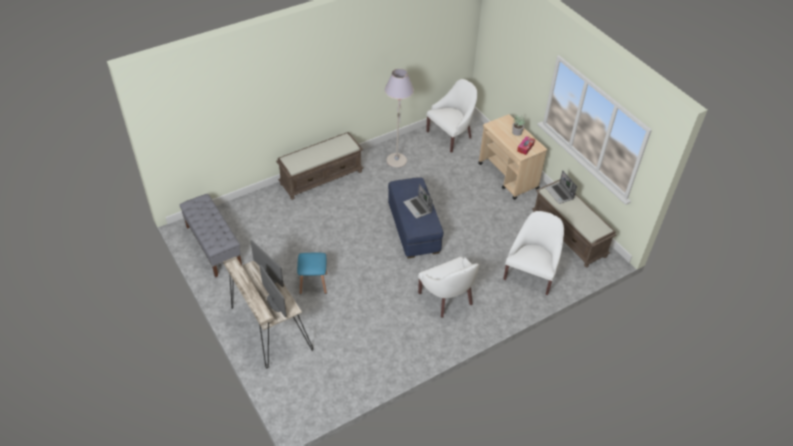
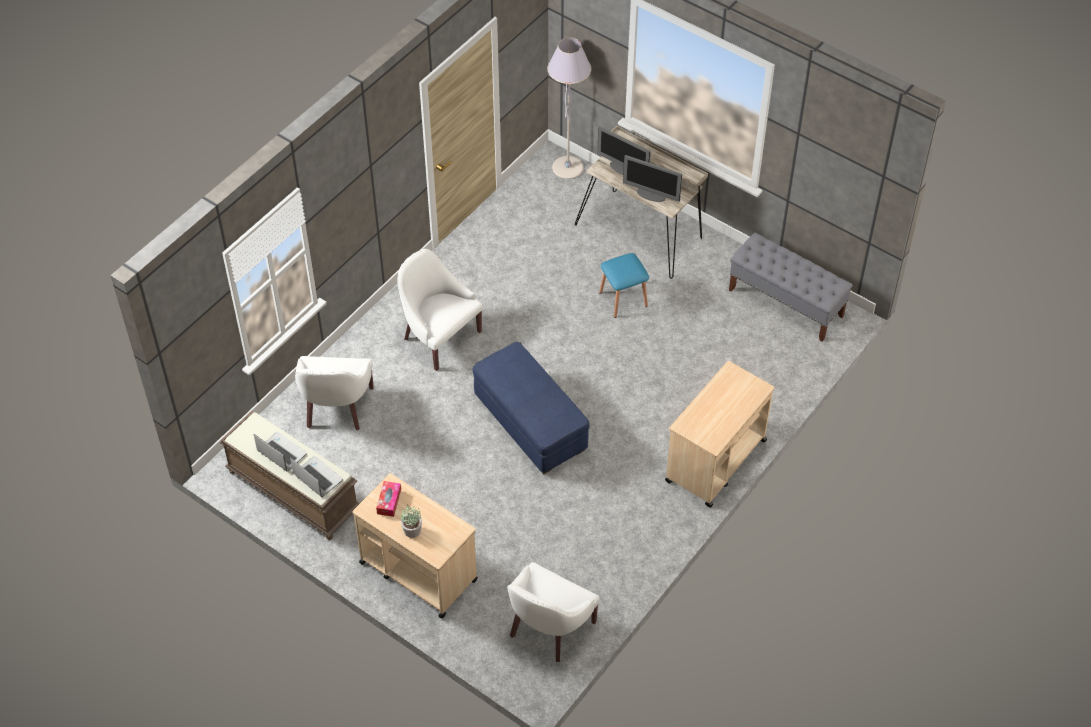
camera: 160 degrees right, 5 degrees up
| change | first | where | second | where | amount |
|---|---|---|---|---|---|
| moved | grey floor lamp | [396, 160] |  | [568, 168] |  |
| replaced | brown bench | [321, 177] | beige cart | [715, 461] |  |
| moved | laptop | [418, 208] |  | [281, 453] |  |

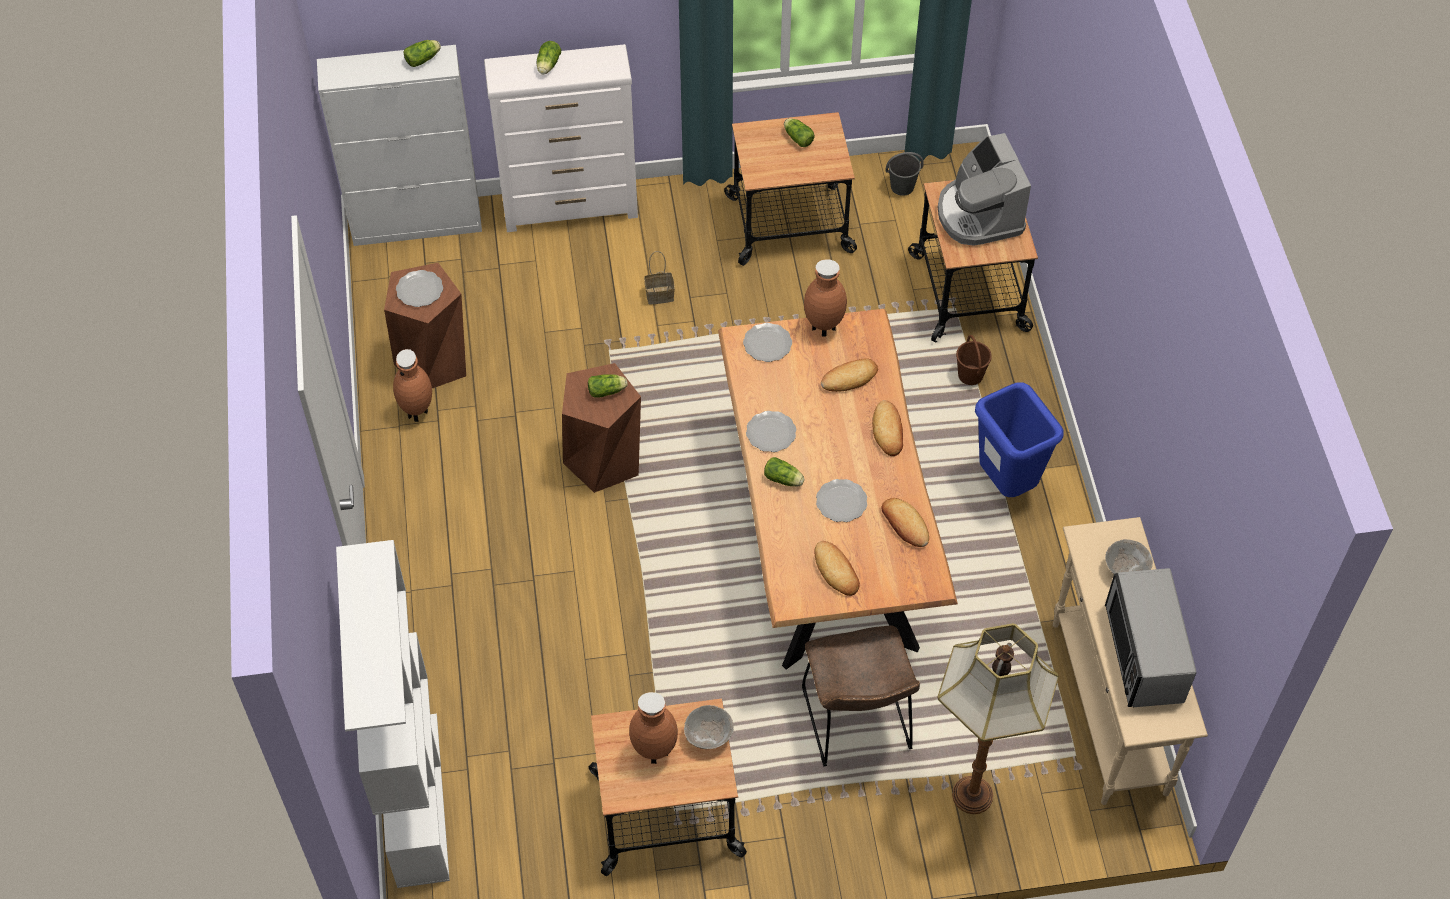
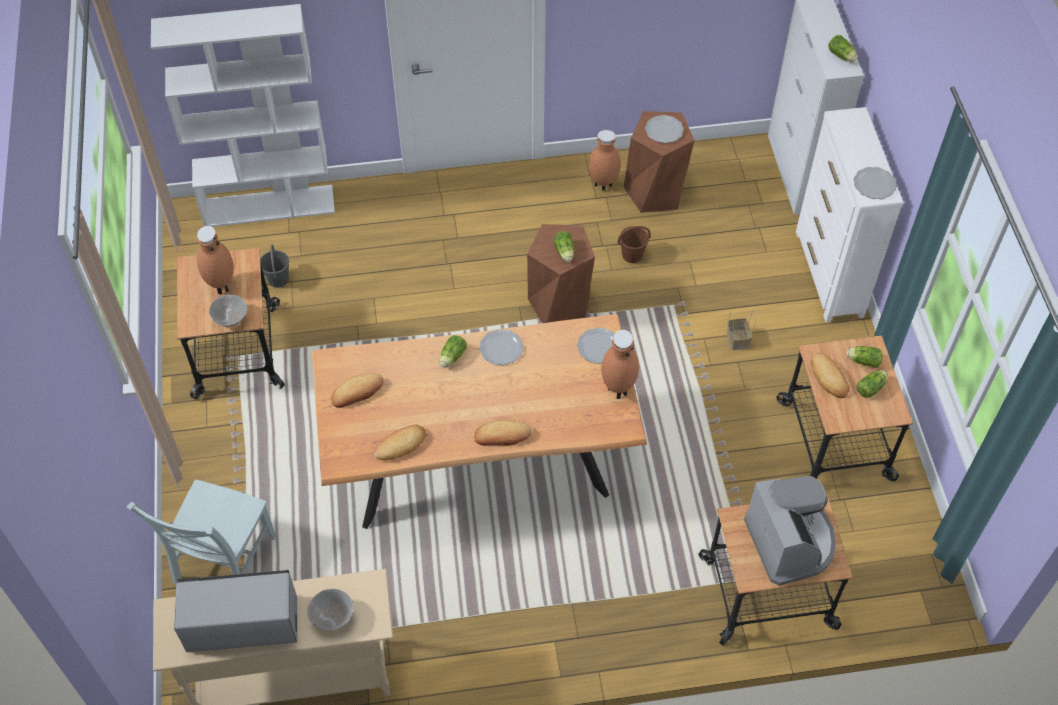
camera: 90 degrees right, 0 degrees up
| change | first | where | second | where | amount |
|---|---|---|---|---|---|
| moved | lettuce | [548, 66] |  | [862, 361] |  |
| turned | coffee machine | [979, 214] |  | [790, 541] | 90 degrees clockwise |
| moved | grey bucket | [901, 187] |  | [278, 279] |  |
| moved | brown bucket | [970, 375] |  | [632, 255] |  |
| moved | bread | [849, 378] |  | [828, 377] |  |
| removed | blue trash can | [1006, 485] |  |  |  |
| moved | plate | [842, 502] |  | [874, 185] |  |
| replaced | floor lamp | [974, 795] | grey chair | [223, 563] |  |
| removed | brown chair | [858, 724] |  |  |  |

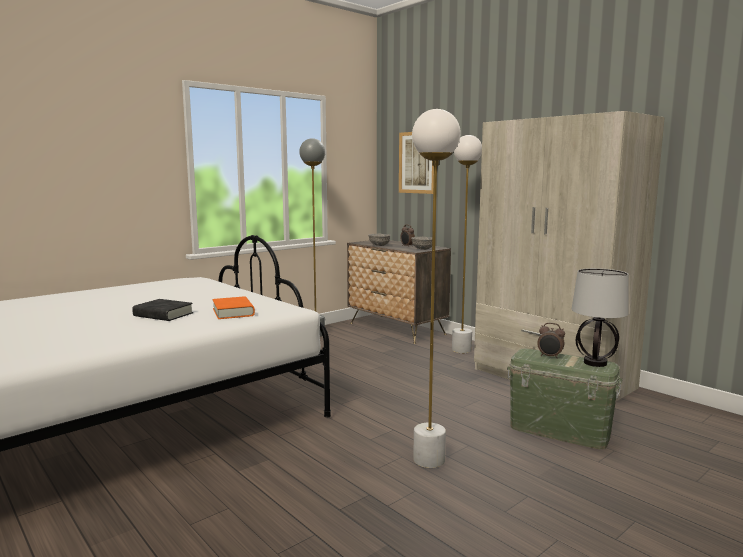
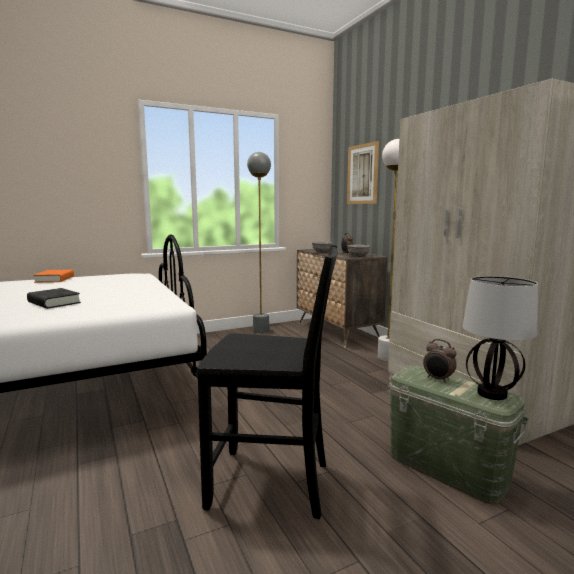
camera: 15 degrees right, 0 degrees up
| change | first | where | second | where | amount |
|---|---|---|---|---|---|
| replaced | white floor lamp | [429, 460] | black chair | [272, 484] |  |
| moved | orange book | [233, 312] |  | [54, 279] |  |

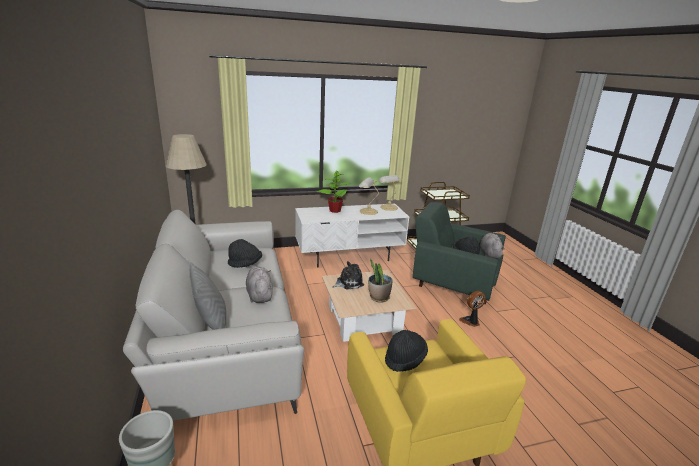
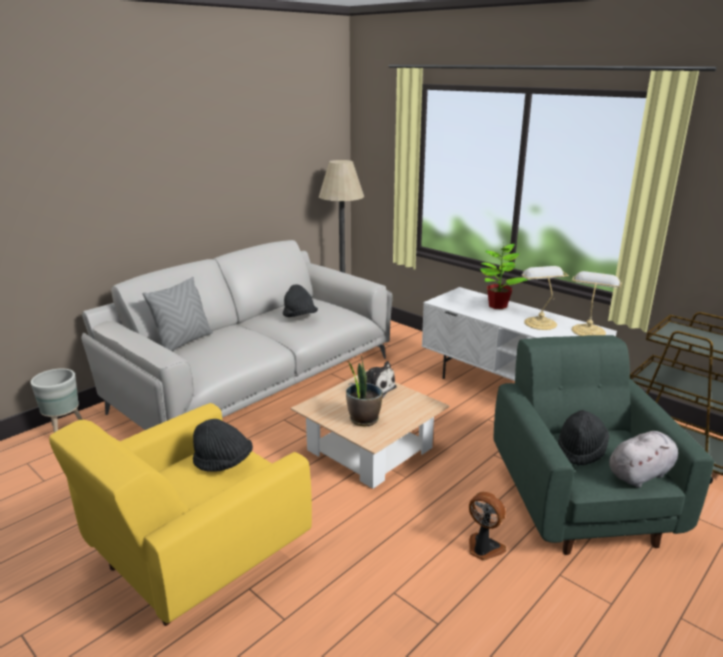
camera: 60 degrees right, 0 degrees up
| change | first | where | second | where | amount |
|---|---|---|---|---|---|
| removed | grey plush toy | [259, 295] |  |  |  |

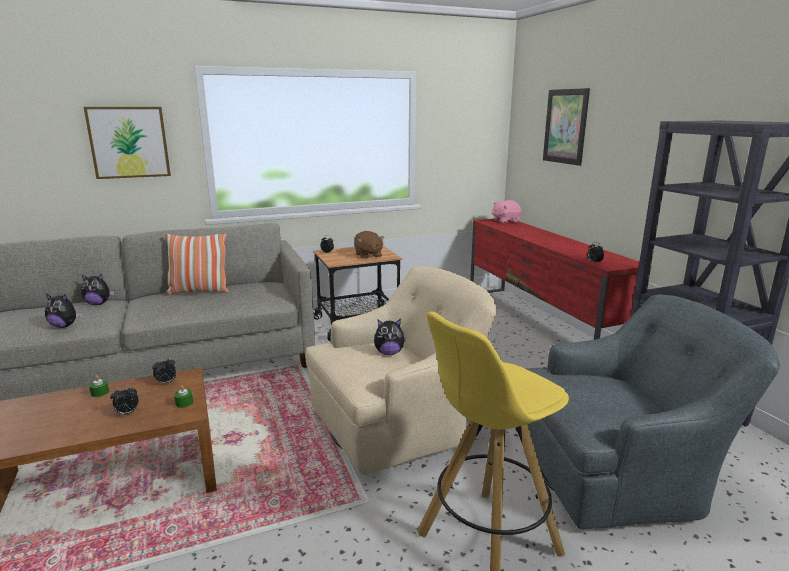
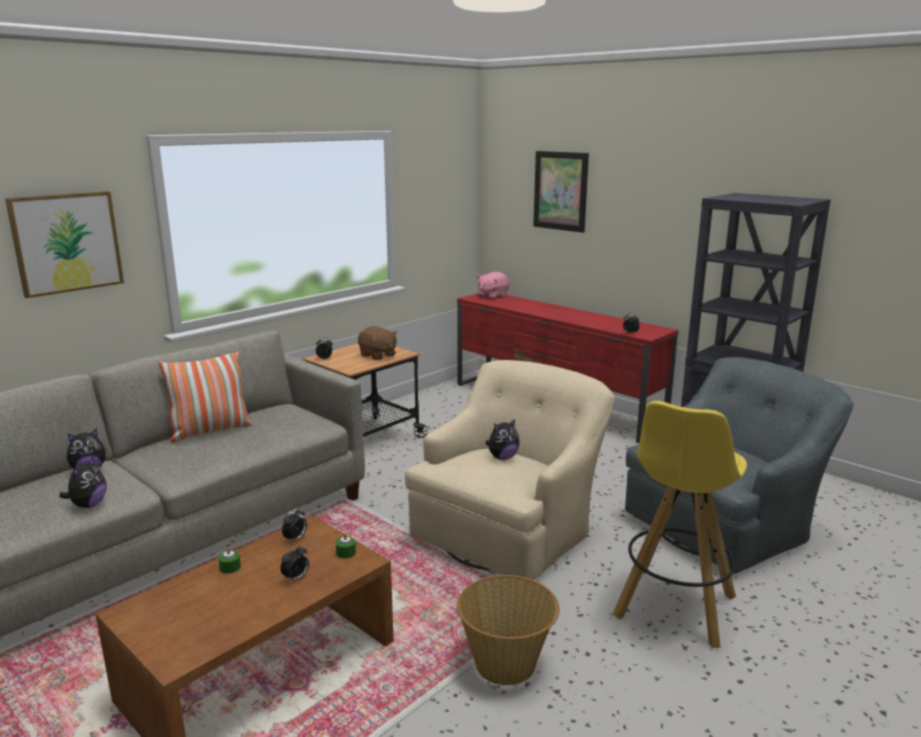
camera: 25 degrees left, 0 degrees up
| change | first | where | second | where | amount |
|---|---|---|---|---|---|
| turned | plush toy | [65, 326] |  | [88, 505] | 60 degrees counterclockwise |
| added |  |  | basket | [506, 664] |  |

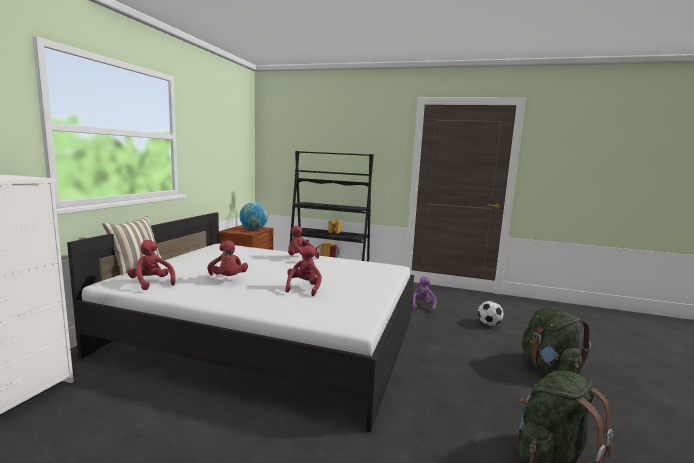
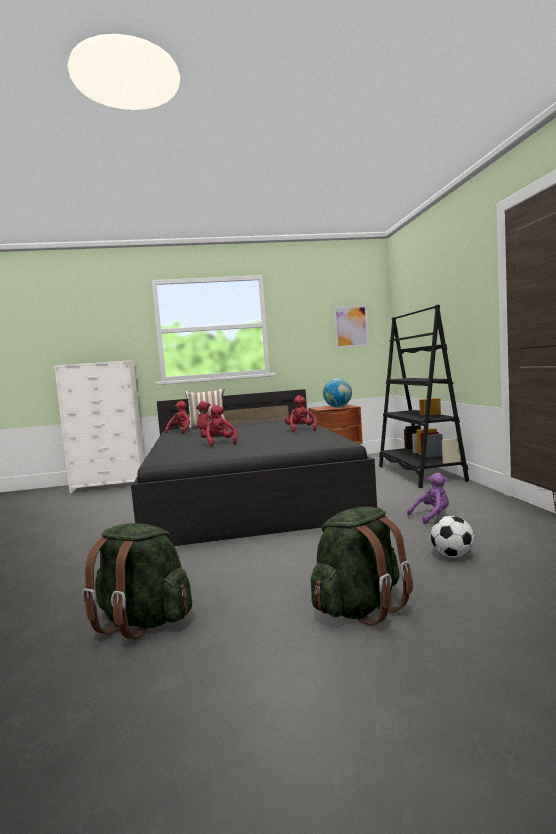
camera: 65 degrees right, 5 degrees down
| change | first | where | second | where | amount |
|---|---|---|---|---|---|
| recoloured | white bed | [268, 336] | black bed | [247, 494] |  |
| turned | red plush toy | [304, 288] |  | [219, 443] | 90 degrees counterclockwise |
| added |  |  | picture | [351, 326] |  |

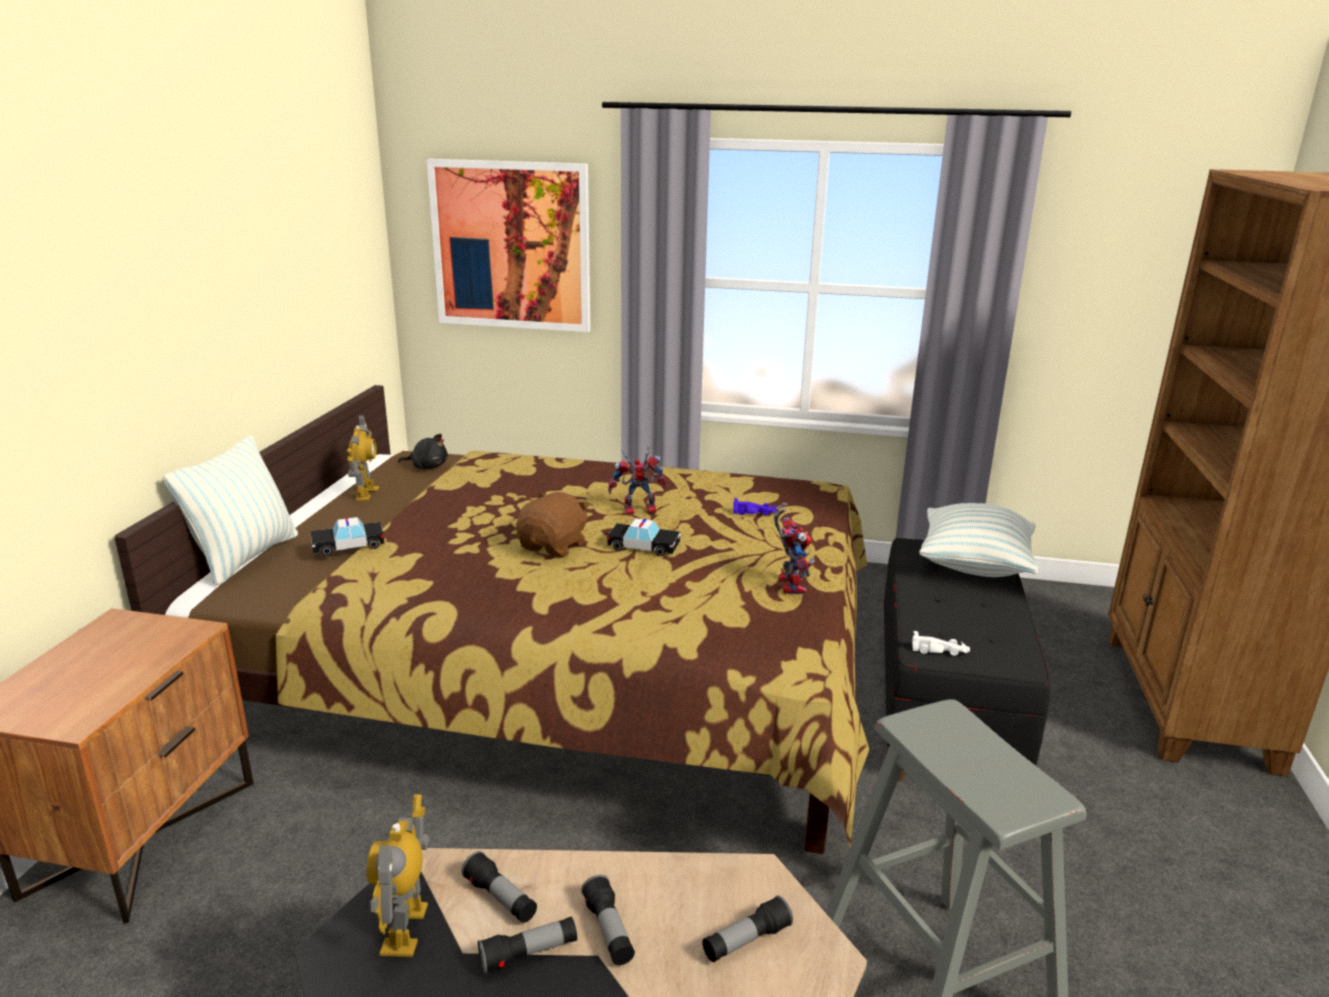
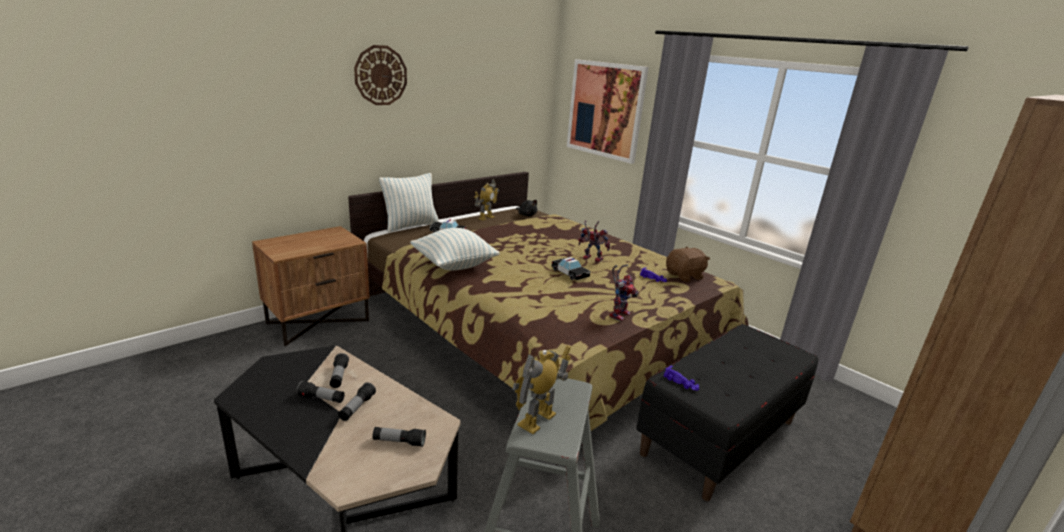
camera: 35 degrees right, 0 degrees up
| change | first | where | second | where | amount |
|---|---|---|---|---|---|
| moved | brown plush toy | [554, 546] |  | [685, 276] |  |
| moved | pillow | [974, 566] |  | [454, 265] |  |
| recoloured | white toy car | [940, 650] | purple toy car | [681, 383] |  |
| moved | toy robot | [407, 929] |  | [538, 420] |  |
| added |  |  | wall clock | [380, 75] |  |

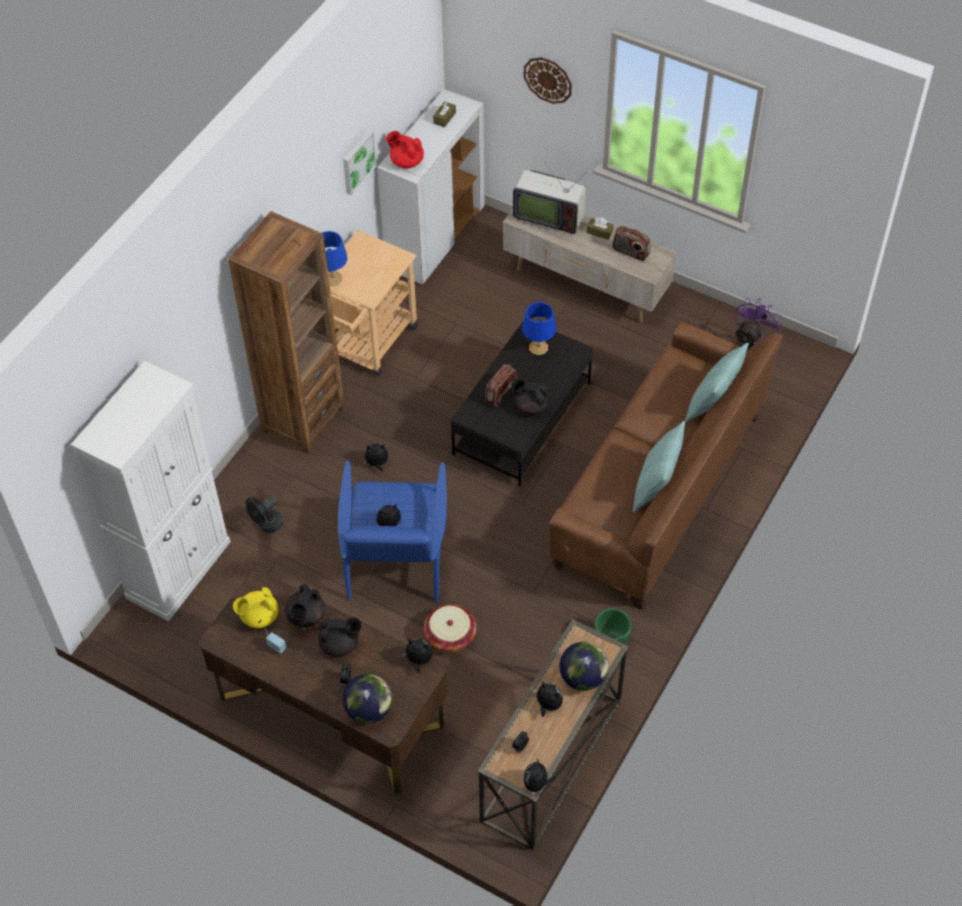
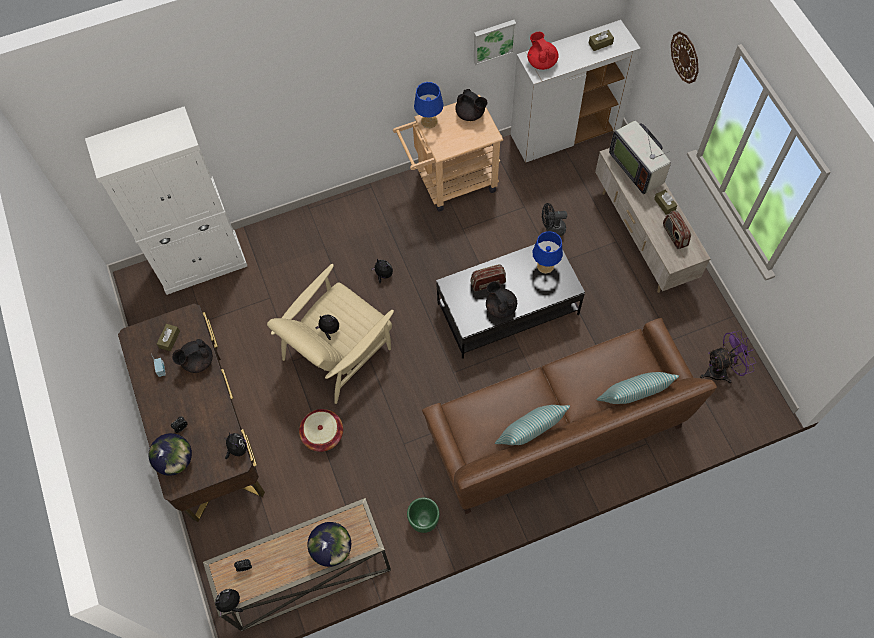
camera: 40 degrees right, 10 degrees up
| change | first | where | second | where | amount |
|---|---|---|---|---|---|
| removed | brown bookcase | [303, 419] |  |  |  |
| recoloured | blue armchair | [395, 555] | beige armchair | [338, 350] |  |
| moved | black fan | [267, 525] |  | [552, 229] |  |
| replaced | yellow teapot | [258, 616] | brown tissue box | [169, 339] |  |
| moved | black teapot | [340, 644] |  | [470, 114] |  |
| removed | plush toy | [548, 705] |  |  |  |

